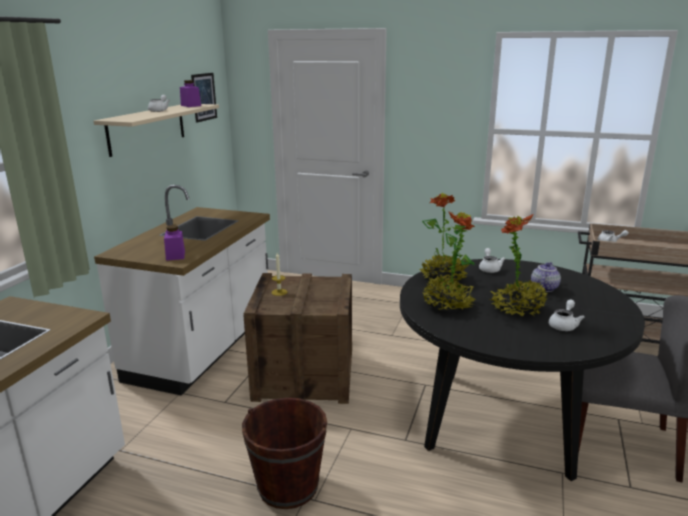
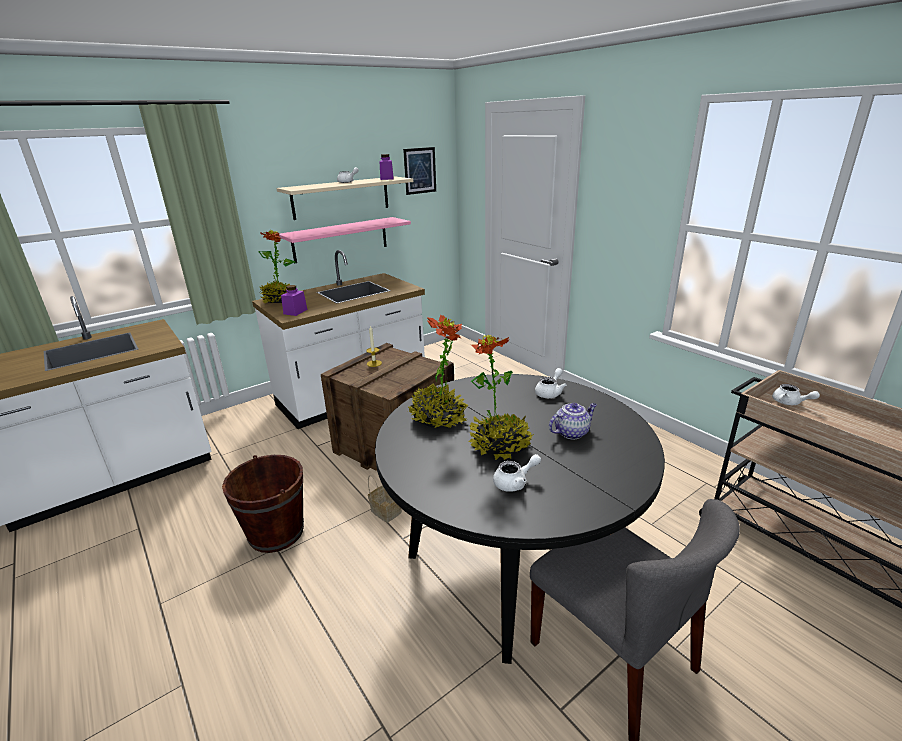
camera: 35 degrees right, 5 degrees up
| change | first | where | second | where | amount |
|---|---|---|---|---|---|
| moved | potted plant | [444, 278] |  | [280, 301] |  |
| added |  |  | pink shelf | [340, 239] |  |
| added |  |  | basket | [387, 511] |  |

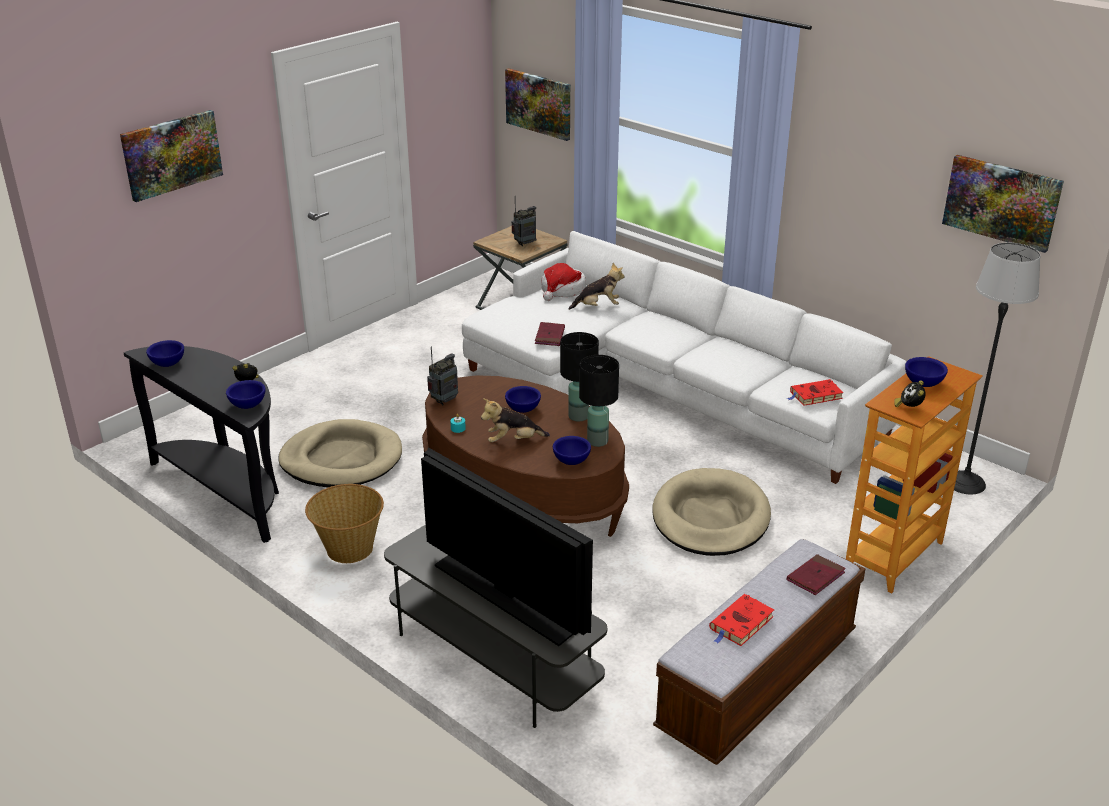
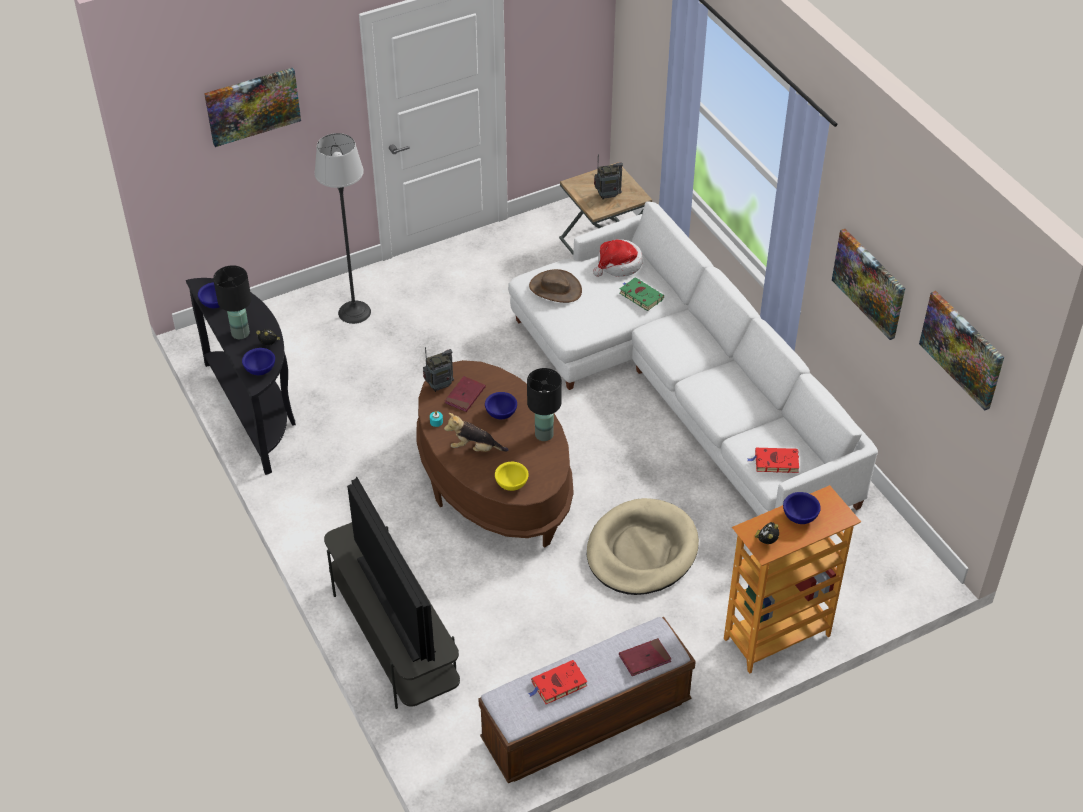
camera: 20 degrees right, 15 degrees up
| change | first | where | second | where | amount |
|---|---|---|---|---|---|
| moved | picture | [539, 103] |  | [869, 283] |  |
| moved | floor lamp | [964, 483] |  | [354, 312] |  |
| replaced | plush toy | [598, 307] | green book | [640, 295] |  |
| moved | red book | [550, 336] |  | [465, 396] |  |
| moved | black table lamp | [598, 441] |  | [241, 333] |  |
| removed | beige dog bed | [341, 459] |  |  |  |
| recoloured | blue bowl | [571, 461] | yellow bowl | [511, 485] |  |
| removed | basket | [349, 549] |  |  |  |
| added |  |  | brown hat | [555, 289] |  |

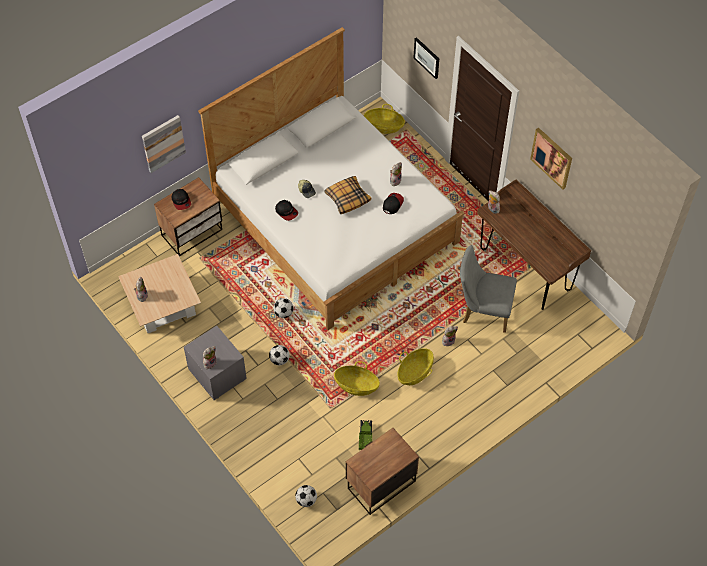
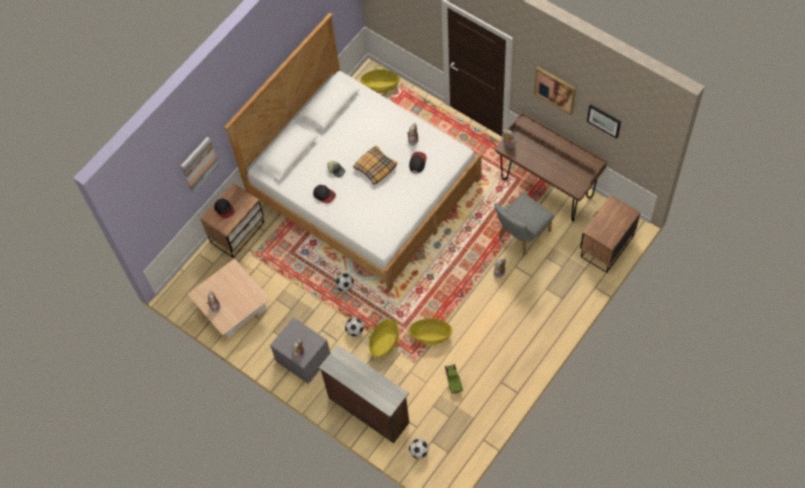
camera: 10 degrees left, 5 degrees up
| change | first | where | second | where | amount |
|---|---|---|---|---|---|
| moved | picture | [427, 57] |  | [604, 120] |  |
| turned | grey chair | [483, 311] |  | [521, 236] | 45 degrees counterclockwise |
| moved | basket | [415, 372] |  | [384, 342] |  |
| moved | nightstand | [380, 484] |  | [606, 246] |  |
| added |  |  | brown dresser | [369, 409] |  |

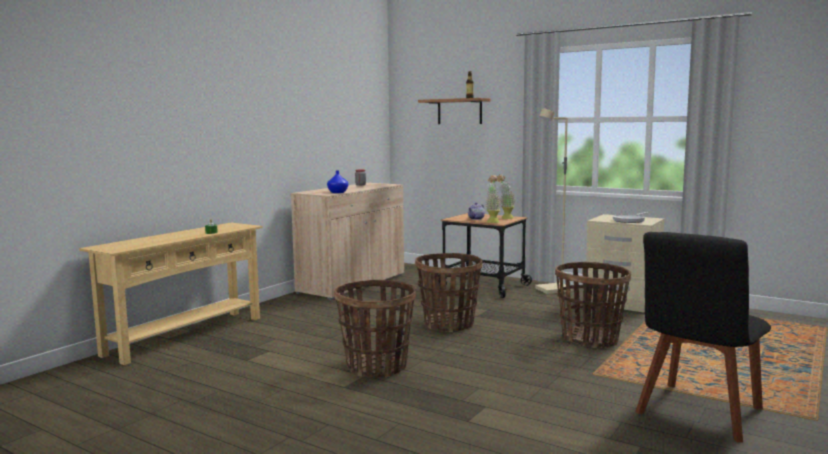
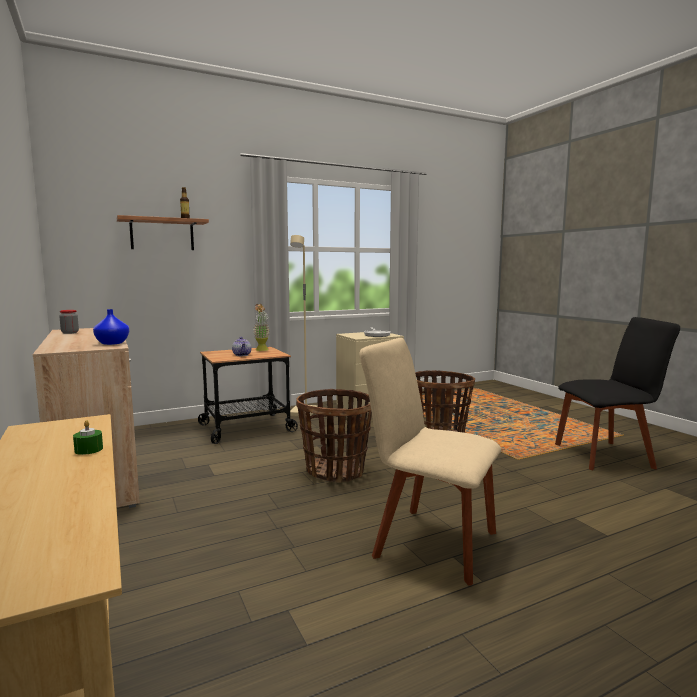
camera: 60 degrees left, 0 degrees up
| change | first | where | second | where | amount |
|---|---|---|---|---|---|
| removed | potted plant | [492, 221] |  |  |  |
| turned | black chair | [698, 413] |  | [607, 455] | 75 degrees counterclockwise |
| replaced | basket | [377, 366] | beige chair | [429, 542] |  |

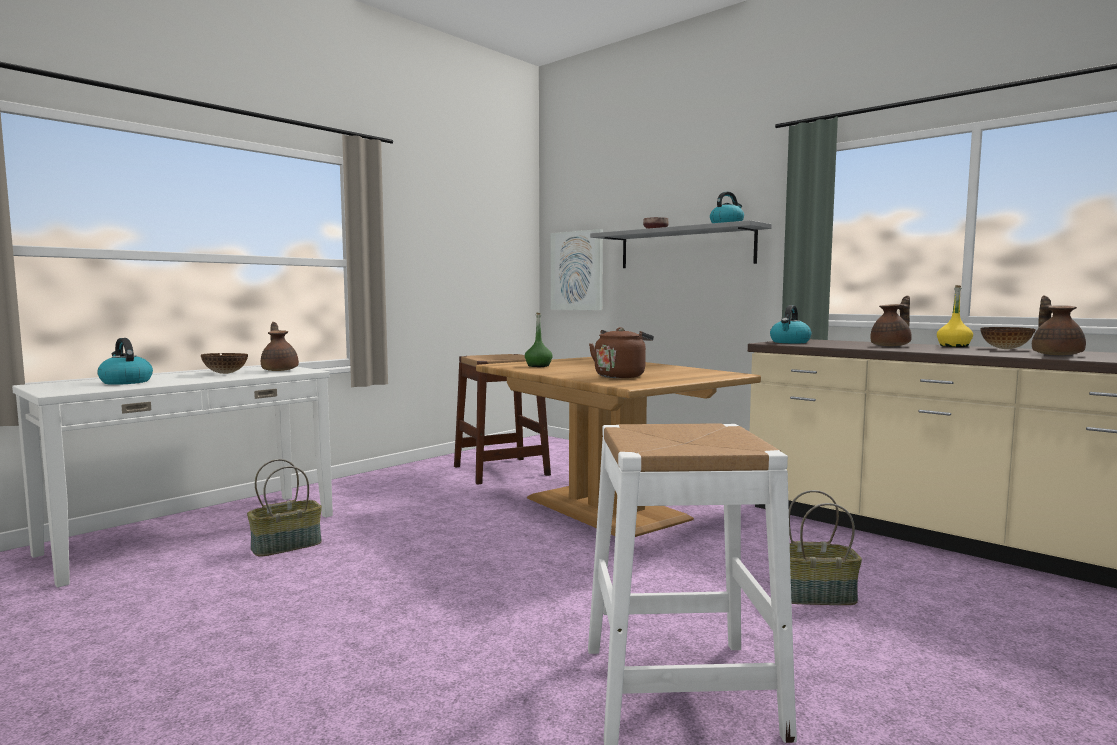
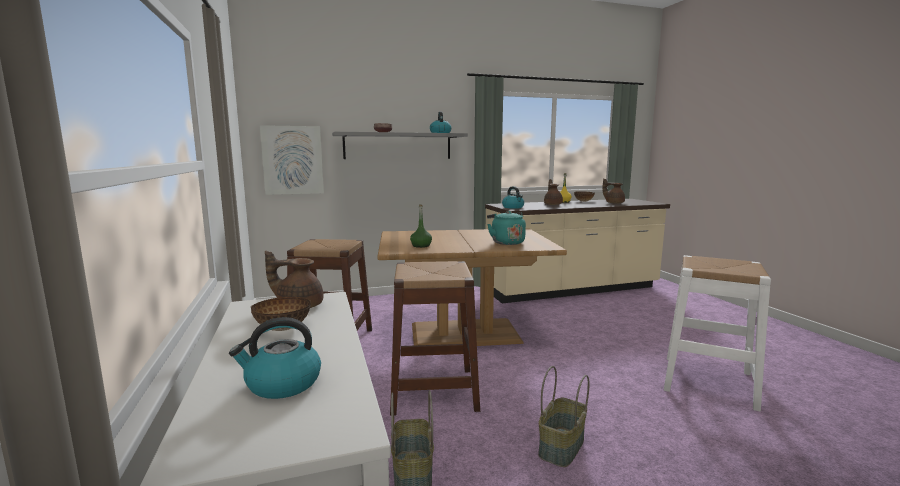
camera: 60 degrees left, 5 degrees up
| change | first | where | second | where | amount |
|---|---|---|---|---|---|
| recoloured | brown kettle | [621, 376] | turquoise kettle | [506, 242] |  |
| moved | basket | [814, 596] |  | [562, 447] |  |
| added |  |  | brown stool | [433, 390] |  |

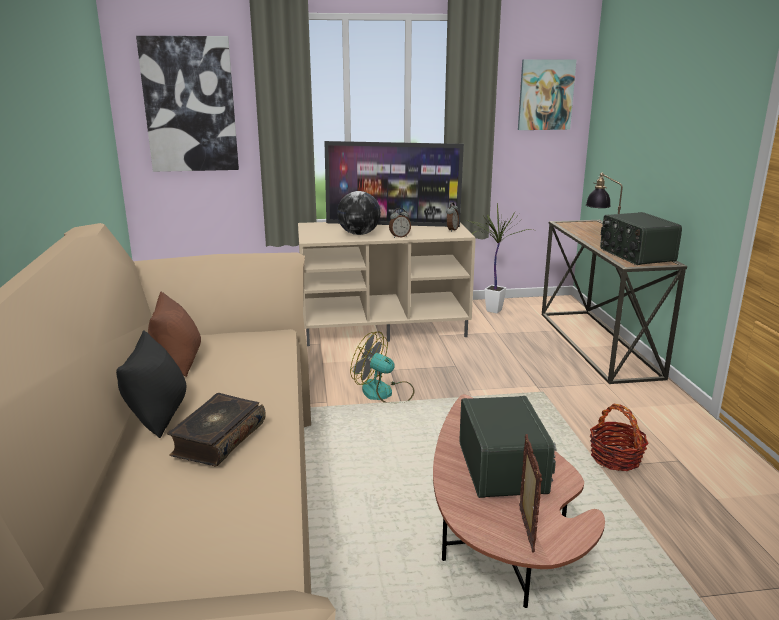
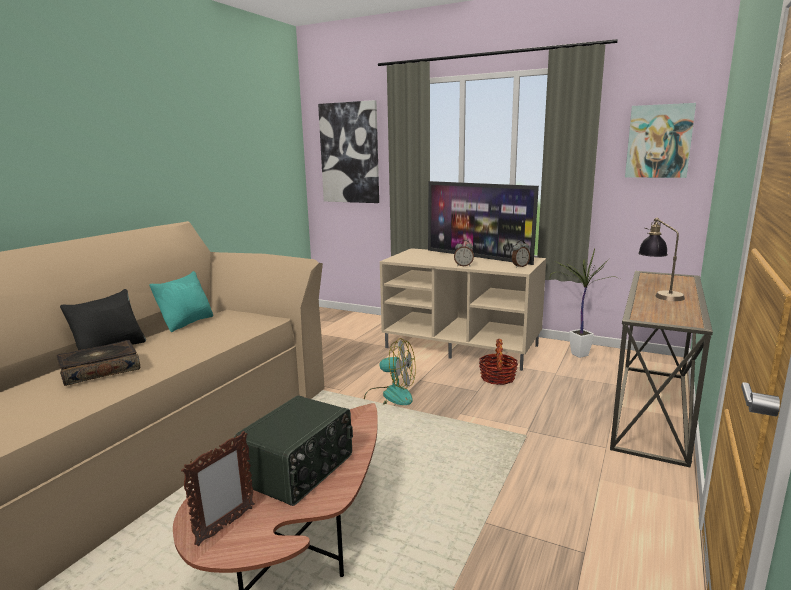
camera: 35 degrees right, 5 degrees down
| change | first | where | second | where | amount |
|---|---|---|---|---|---|
| removed | globe | [359, 234] |  |  |  |
| removed | radio | [635, 255] |  |  |  |
| recoloured | brown pillow | [178, 362] | turquoise pillow | [187, 323] |  |
| turned | fan | [384, 393] |  | [390, 396] | 135 degrees clockwise |
| moved | basket | [615, 458] |  | [497, 378] |  |

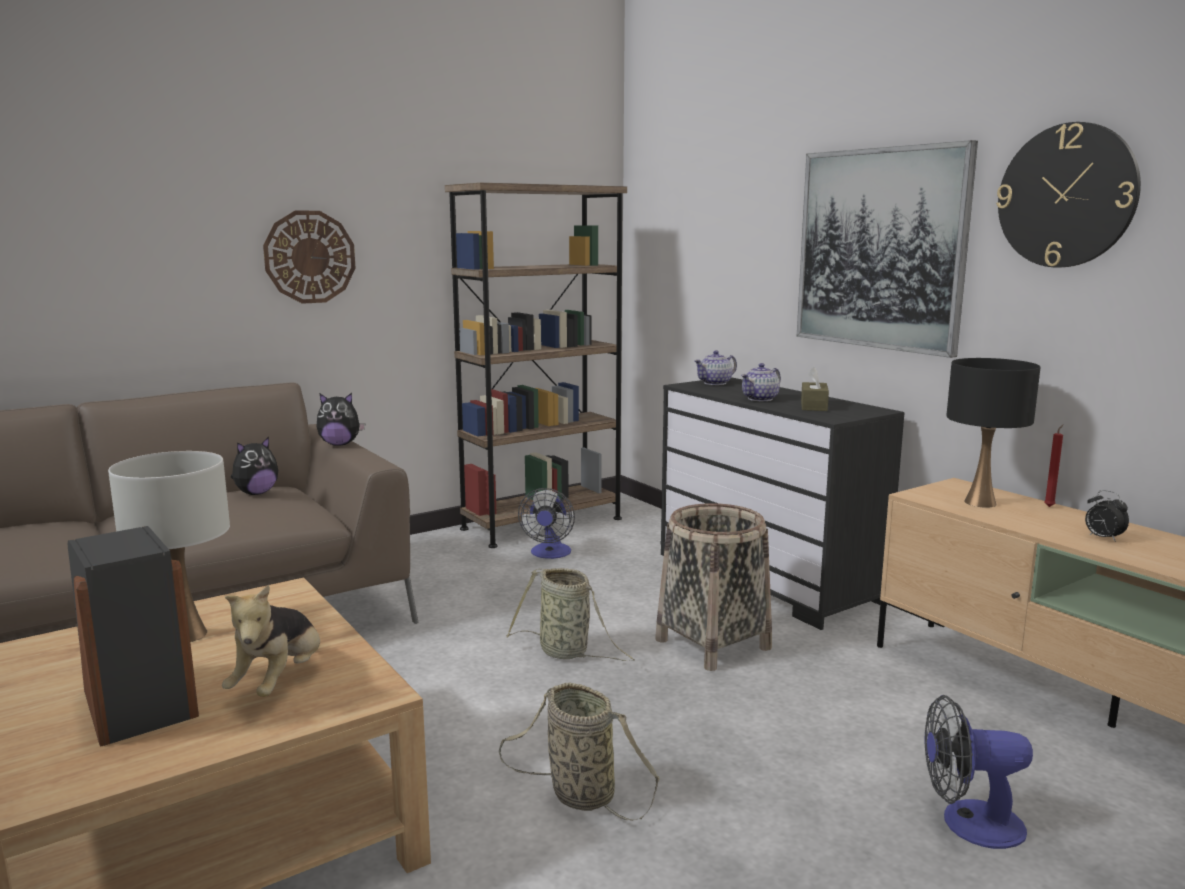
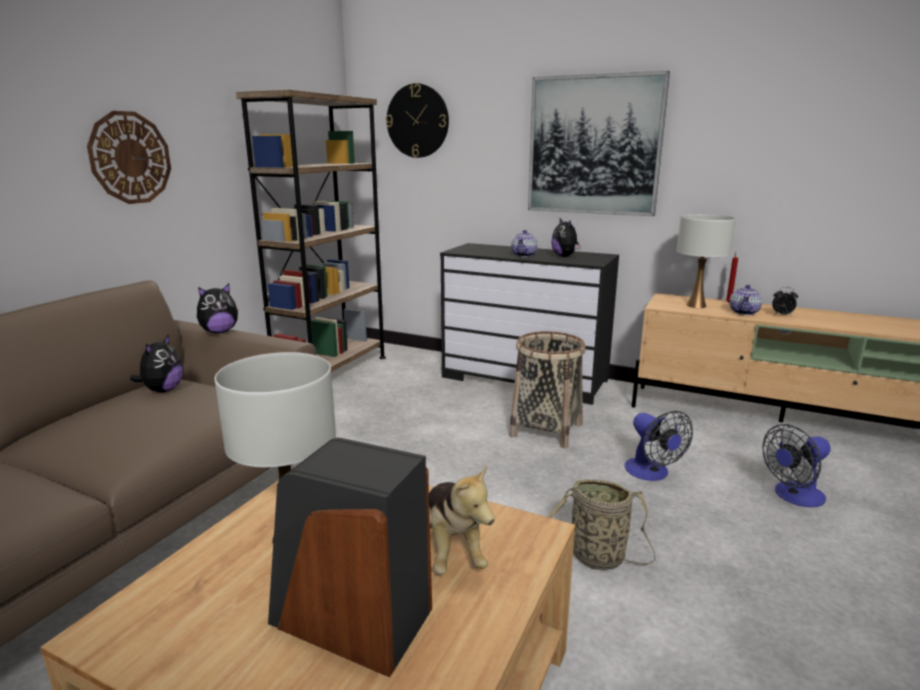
camera: 30 degrees left, 5 degrees up
| change | first | where | second | where | amount |
|---|---|---|---|---|---|
| moved | wall clock | [1066, 196] |  | [417, 121] |  |
| moved | teapot | [715, 383] |  | [744, 312] |  |
| recoloured | black table lamp | [980, 503] | white table lamp | [696, 305] |  |
| replaced | brown tissue box | [813, 406] | plush toy | [565, 256] |  |
| moved | fan | [549, 554] |  | [651, 473] |  |
| removed | basket | [567, 653] |  |  |  |

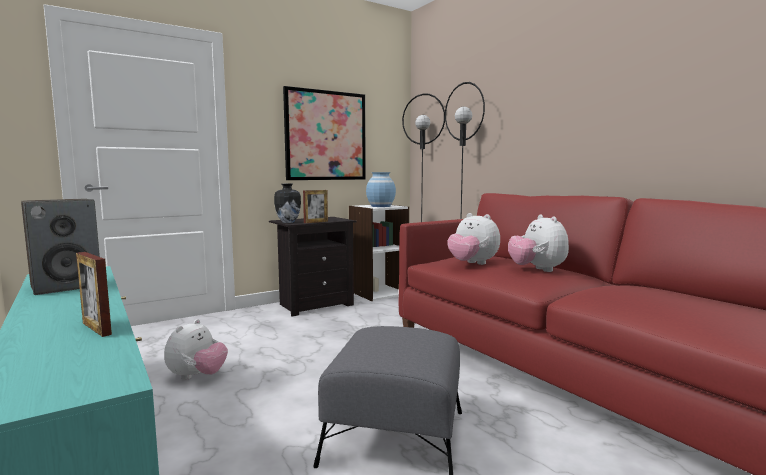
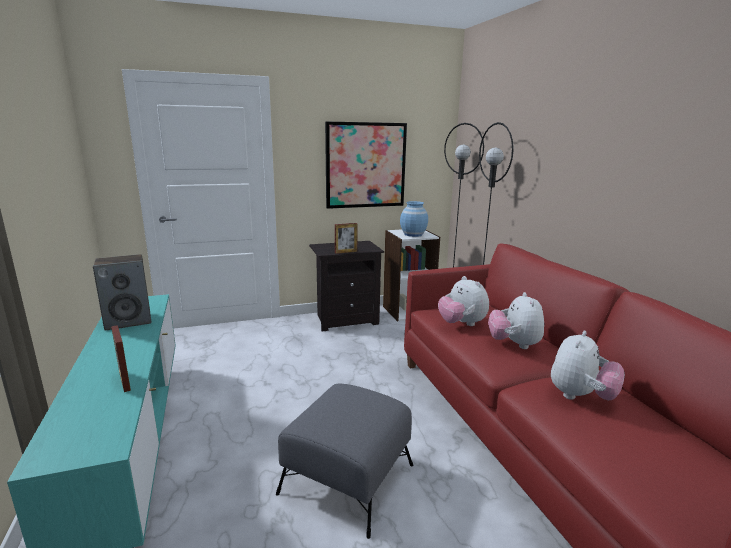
camera: 15 degrees right, 10 degrees up
| change | first | where | second | where | amount |
|---|---|---|---|---|---|
| removed | vase | [287, 222] |  |  |  |
| moved | plush toy | [197, 376] |  | [580, 396] |  |

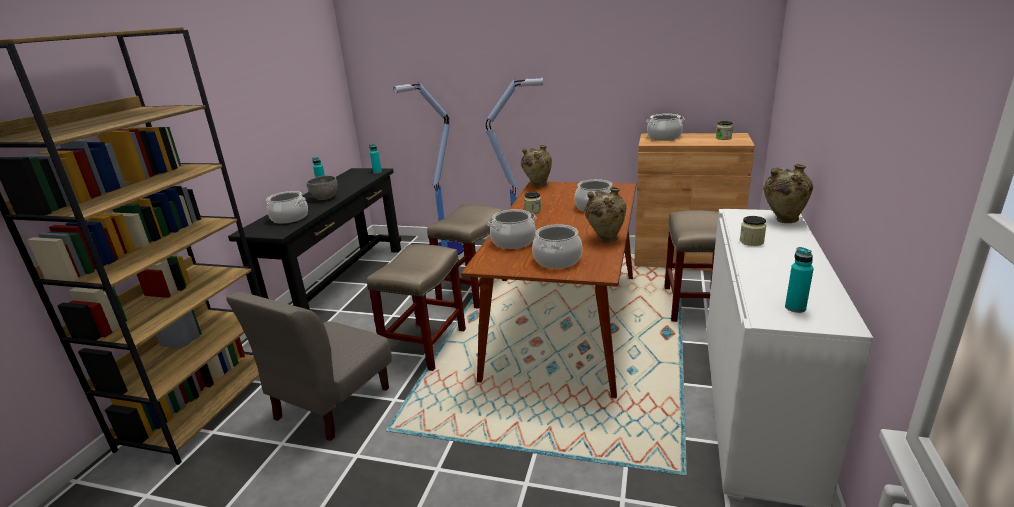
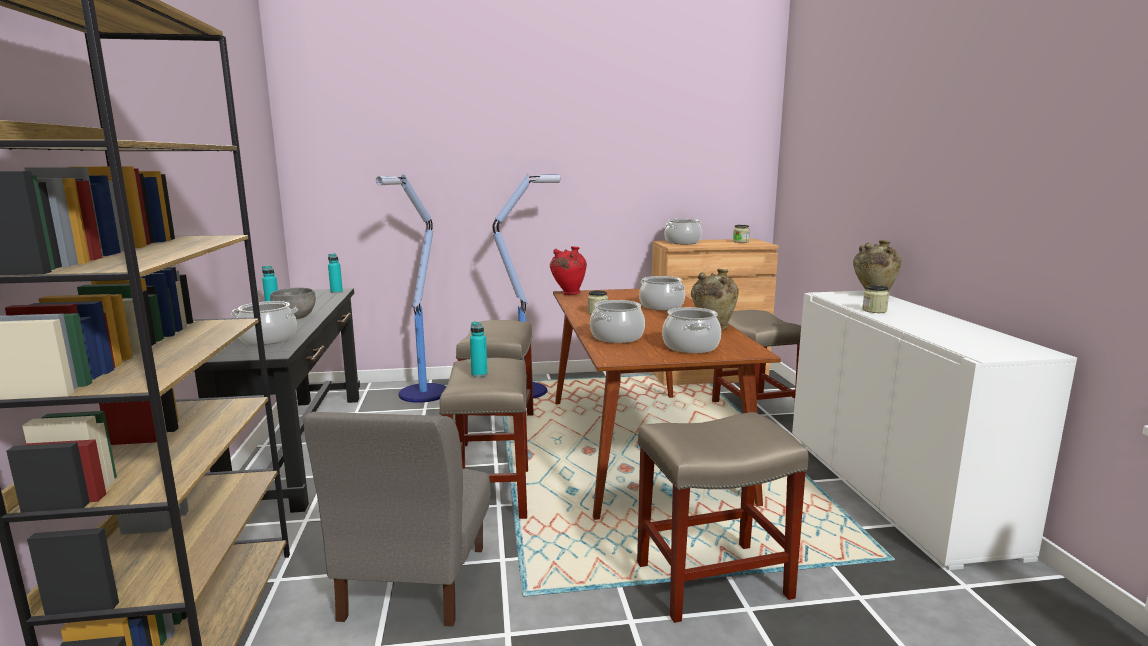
camera: 25 degrees left, 10 degrees down
| change | first | where | second | where | amount |
|---|---|---|---|---|---|
| recoloured | beige vase | [537, 185] | red vase | [568, 293] |  |
| moved | turquoise bottle | [795, 308] |  | [479, 374] |  |
| added |  |  | beige stool | [711, 581] |  |

